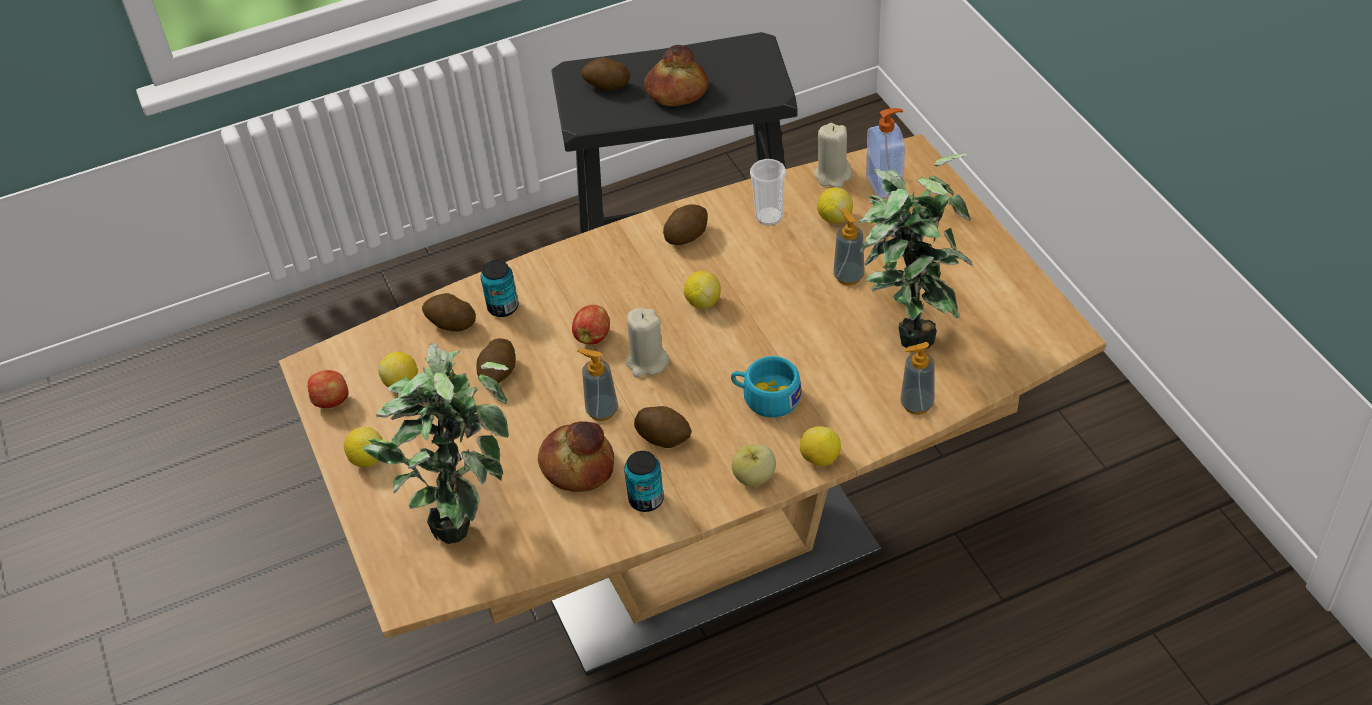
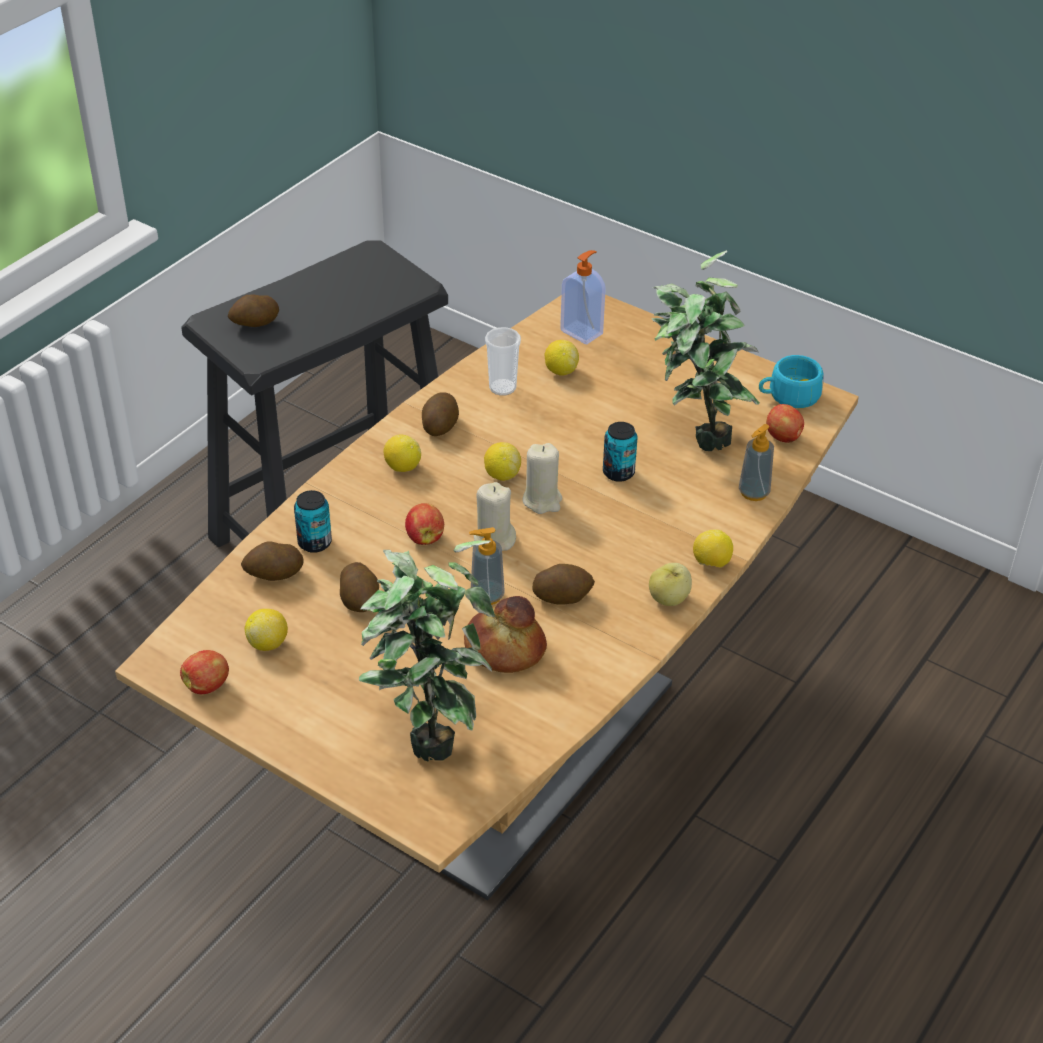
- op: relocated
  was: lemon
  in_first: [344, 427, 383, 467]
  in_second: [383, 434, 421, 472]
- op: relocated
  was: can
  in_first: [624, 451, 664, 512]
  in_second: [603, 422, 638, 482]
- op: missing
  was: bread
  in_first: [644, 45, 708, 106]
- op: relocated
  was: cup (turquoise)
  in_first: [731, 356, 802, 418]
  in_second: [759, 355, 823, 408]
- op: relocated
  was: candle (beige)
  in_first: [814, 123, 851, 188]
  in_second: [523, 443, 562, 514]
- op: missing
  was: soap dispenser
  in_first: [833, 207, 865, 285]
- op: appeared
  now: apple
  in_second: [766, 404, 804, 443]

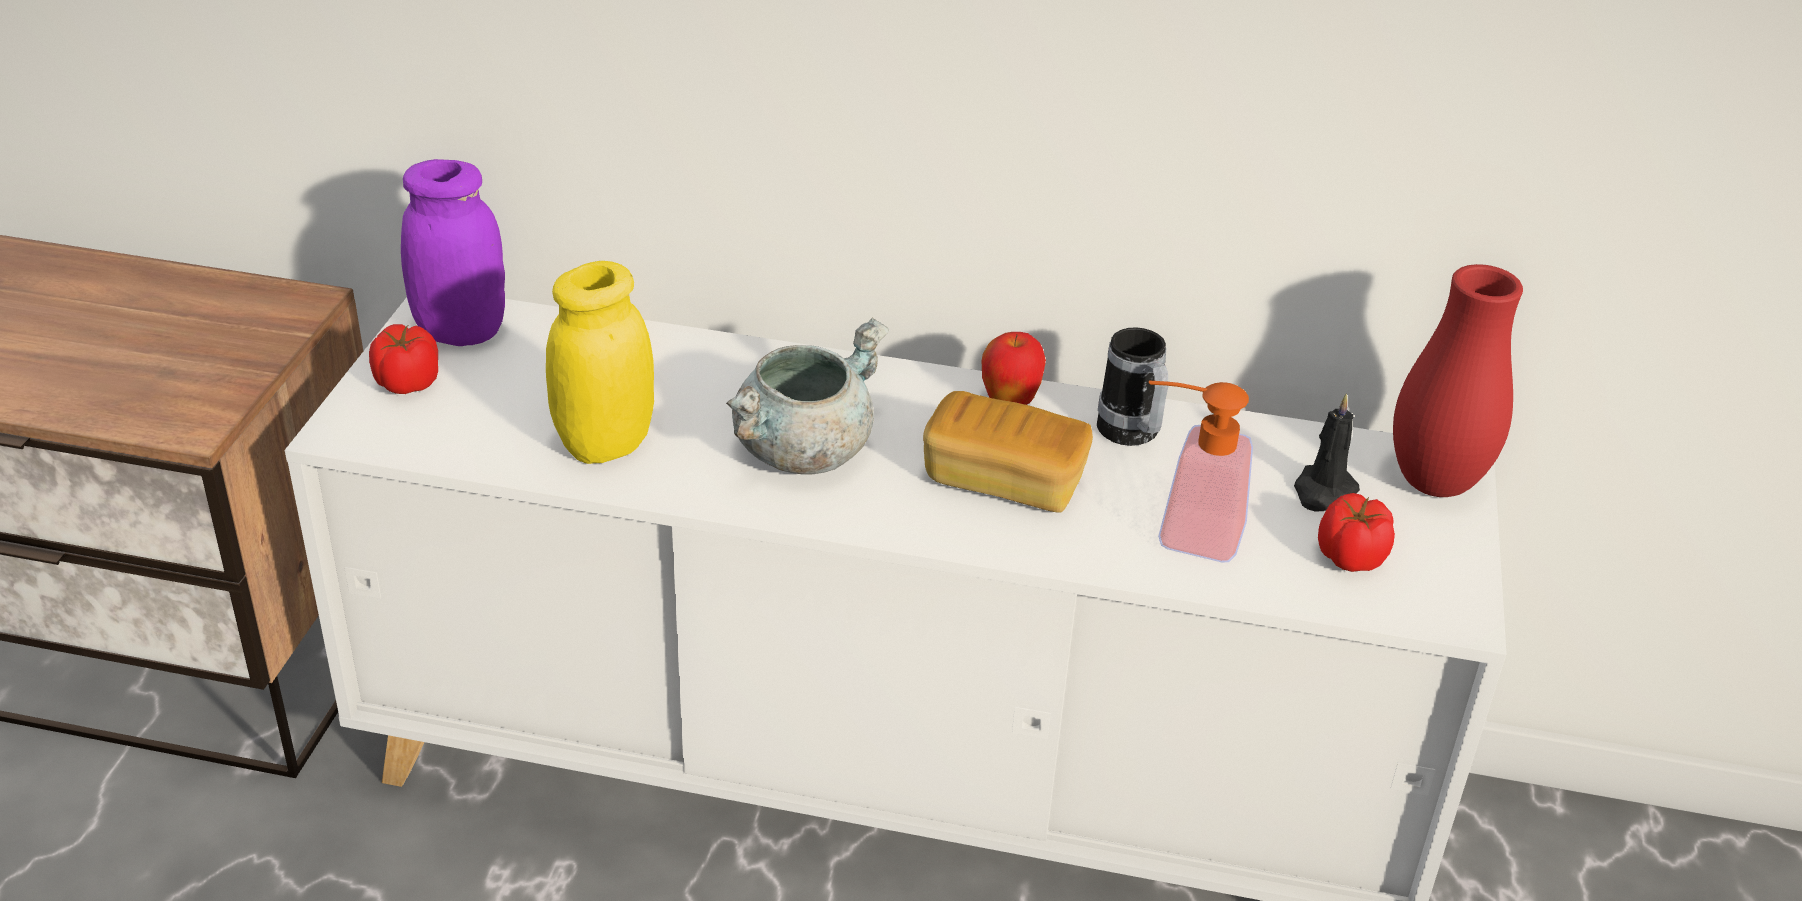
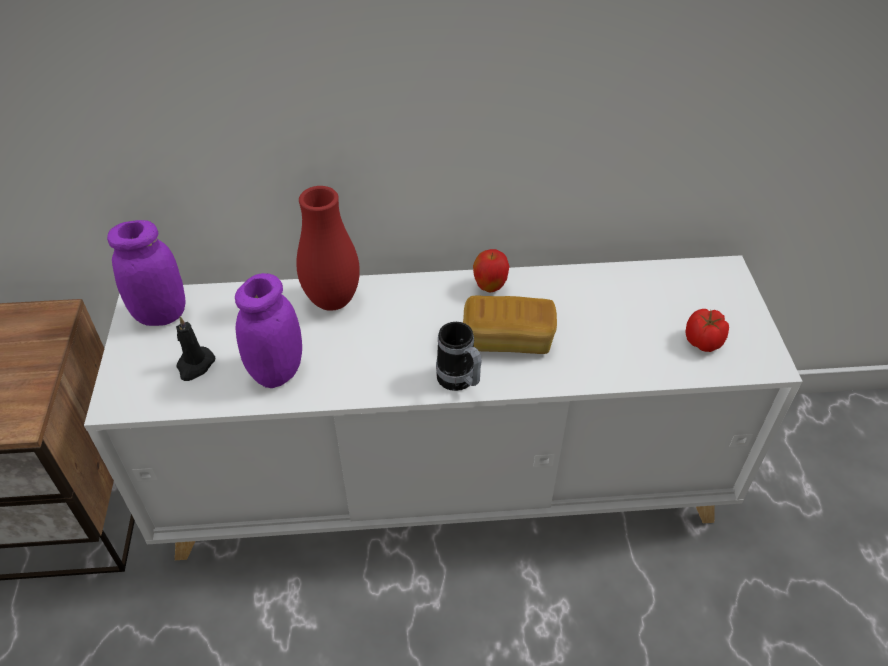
- op: missing
  was: tomato
  in_first: [369, 324, 438, 394]
- op: colour
  was: jar (yellow)
  now: jar (purple)
  in_first: [546, 261, 654, 464]
  in_second: [235, 273, 302, 388]
- op: missing
  was: cooking pot (grey)
  in_first: [726, 318, 888, 474]
- op: relocated
  was: mug
  in_first: [1097, 327, 1168, 446]
  in_second: [436, 322, 482, 391]
- op: missing
  was: soap dispenser
  in_first: [1149, 380, 1253, 562]
- op: relocated
  was: candle (black)
  in_first: [1294, 394, 1360, 512]
  in_second: [176, 316, 215, 381]
- op: relocated
  was: vase (red)
  in_first: [1393, 264, 1523, 497]
  in_second: [296, 186, 360, 311]

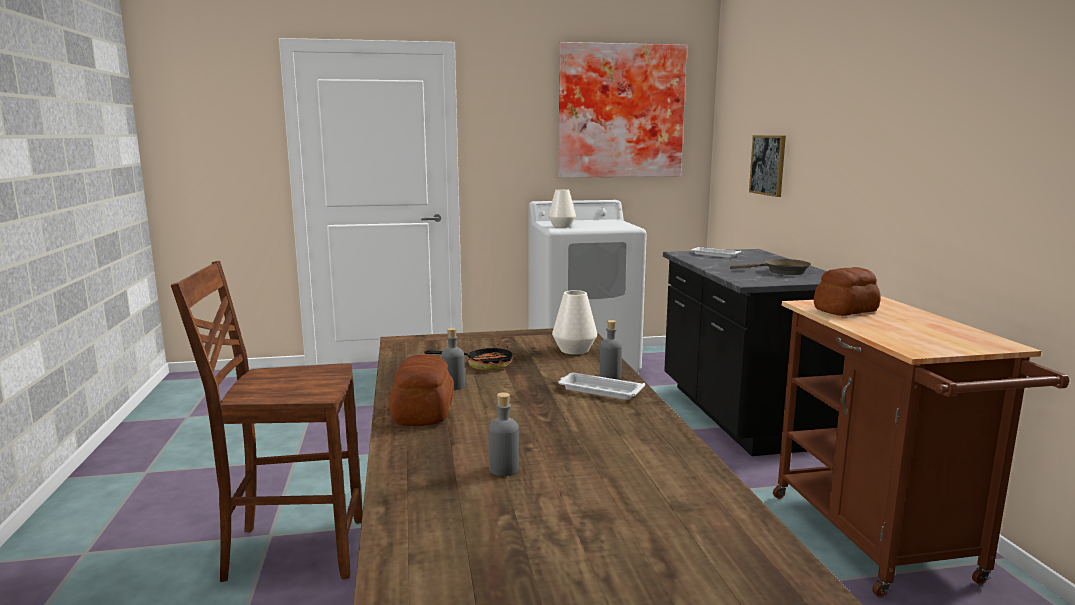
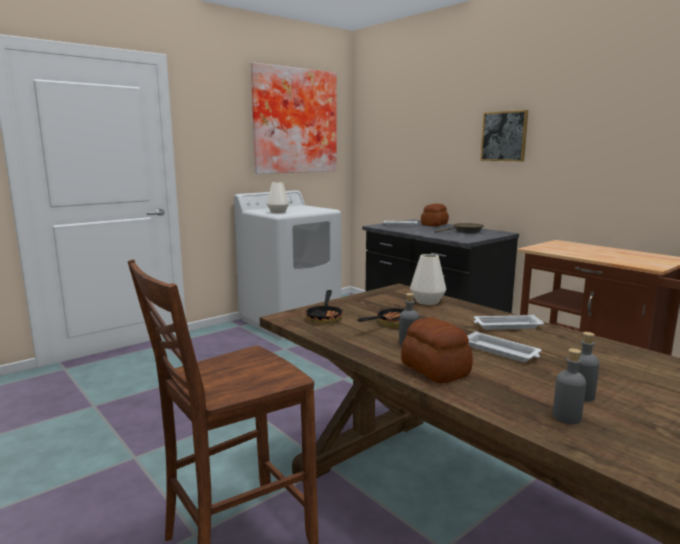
- op: relocated
  was: bottle (grey)
  in_first: [600, 320, 622, 379]
  in_second: [553, 348, 586, 424]
- op: relocated
  was: picture
  in_first: [749, 135, 786, 197]
  in_second: [480, 110, 528, 161]
- op: relocated
  was: bread
  in_first: [814, 267, 881, 316]
  in_second: [421, 204, 449, 226]
- op: appeared
  now: frying pan
  in_second: [305, 290, 343, 324]
- op: appeared
  now: tray (white)
  in_second: [467, 331, 542, 362]

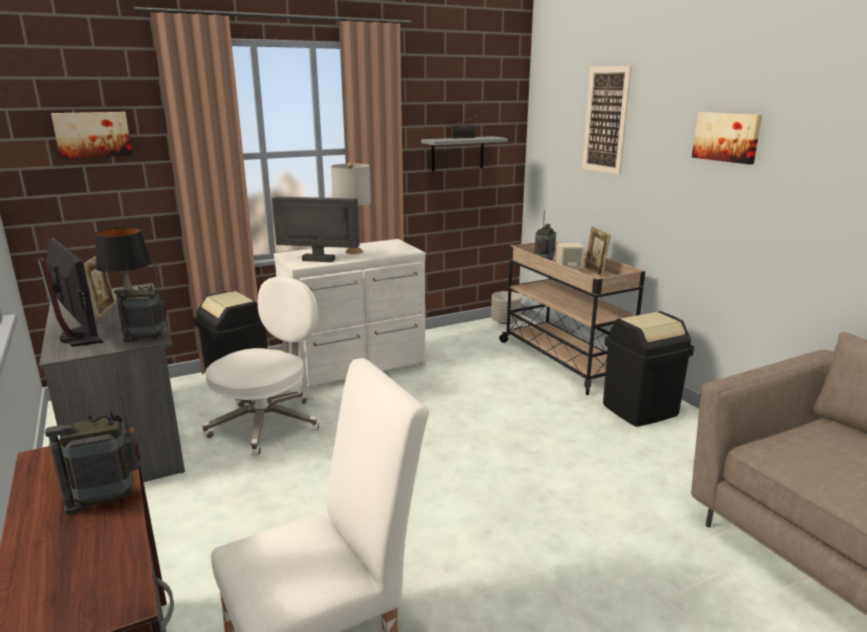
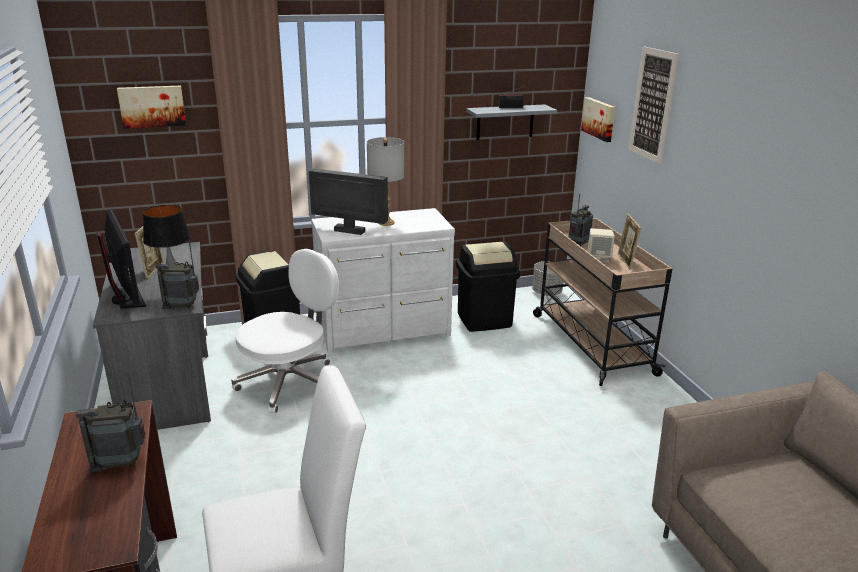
- op: relocated
  was: trash can (black)
  in_first: [603, 311, 694, 427]
  in_second: [456, 241, 520, 332]
- op: relocated
  was: picture
  in_first: [692, 112, 762, 165]
  in_second: [581, 97, 615, 142]

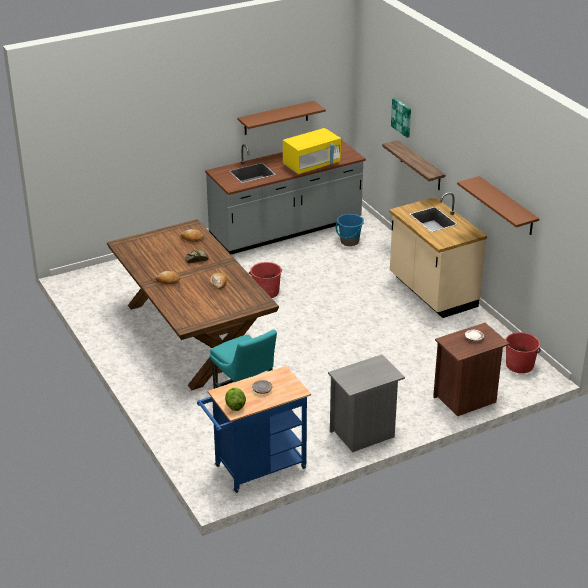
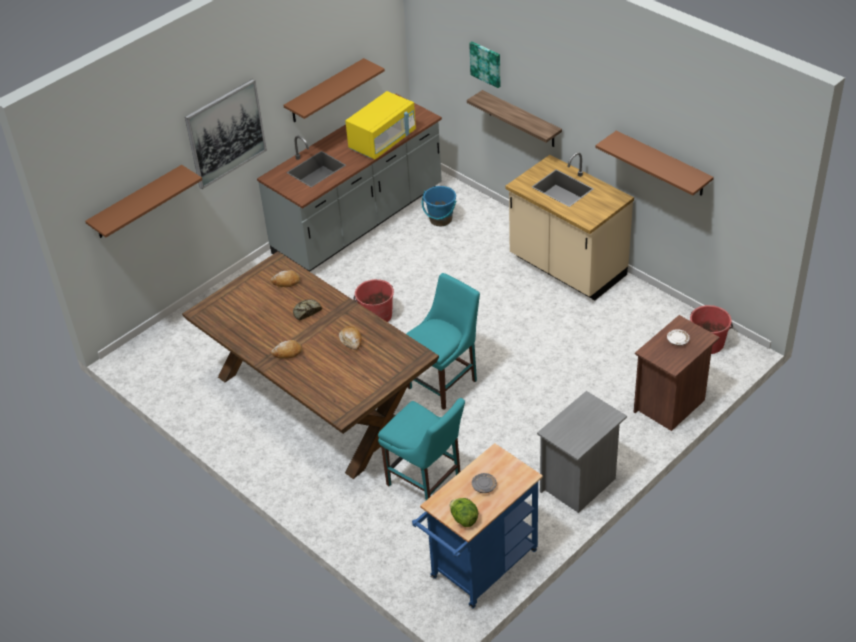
- op: appeared
  now: shelf (brown)
  in_second: [85, 165, 202, 238]
- op: appeared
  now: picture
  in_second: [185, 79, 267, 189]
- op: appeared
  now: chair (turquoise)
  in_second: [406, 273, 480, 410]

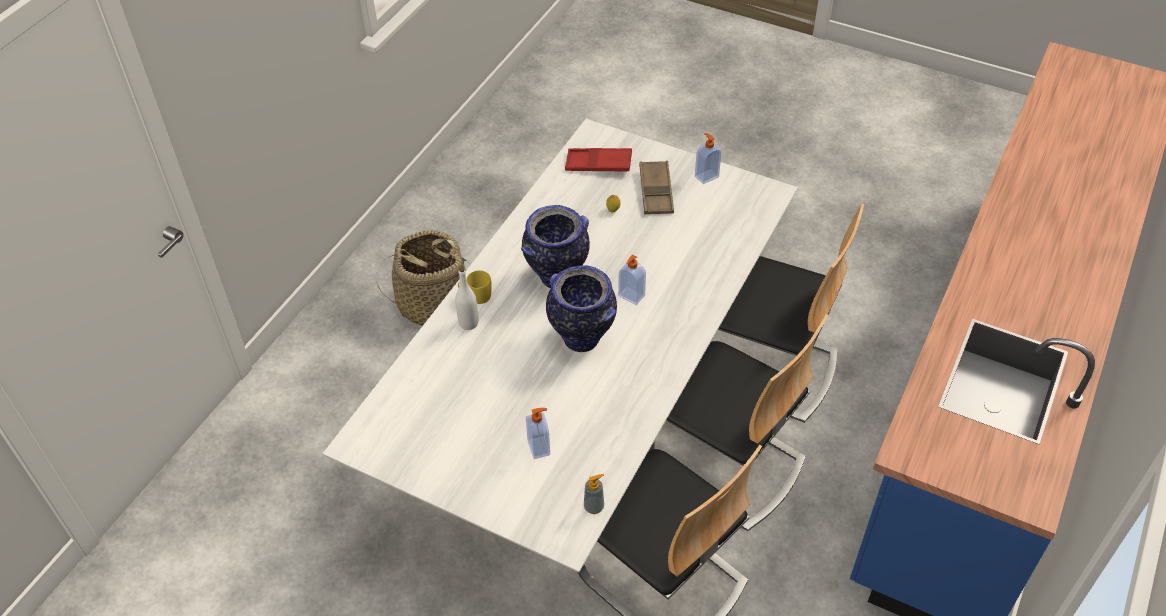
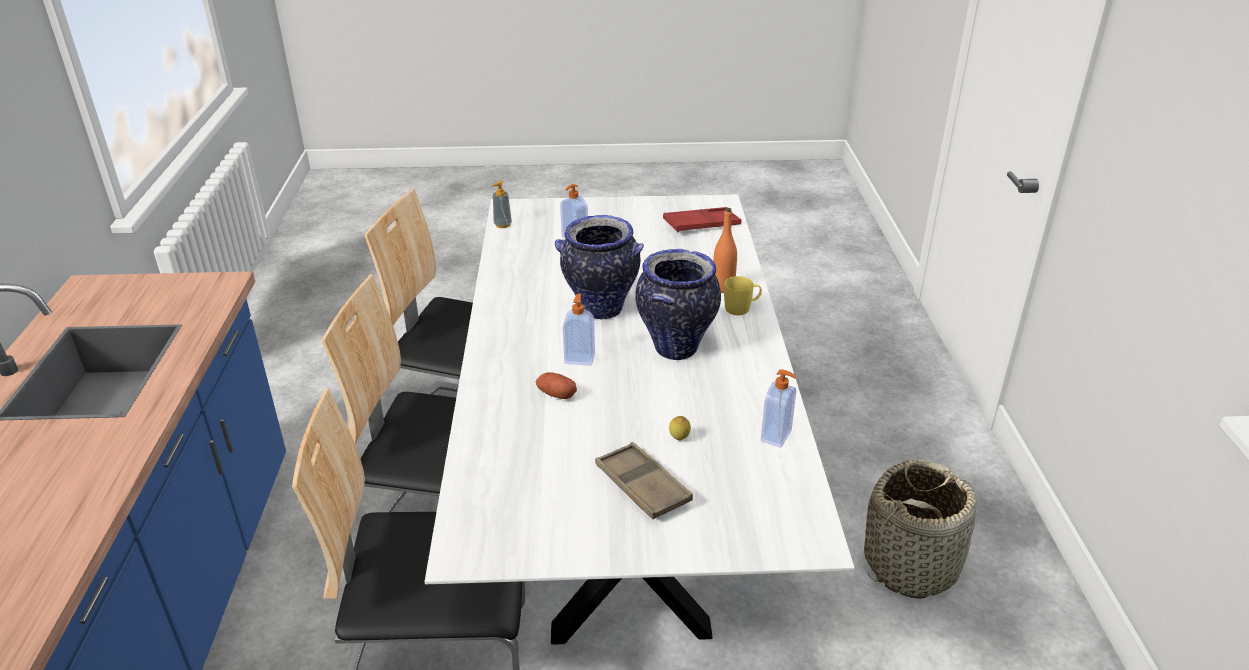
- op: colour
  was: bottle (white)
  now: bottle (orange)
  in_first: [455, 267, 479, 330]
  in_second: [713, 208, 737, 293]
- op: relocated
  was: tray (red)
  in_first: [565, 148, 632, 171]
  in_second: [663, 207, 741, 232]
- op: relocated
  was: soap dispenser
  in_first: [695, 133, 721, 184]
  in_second: [761, 370, 797, 448]
- op: appeared
  now: potato
  in_second: [536, 372, 577, 399]

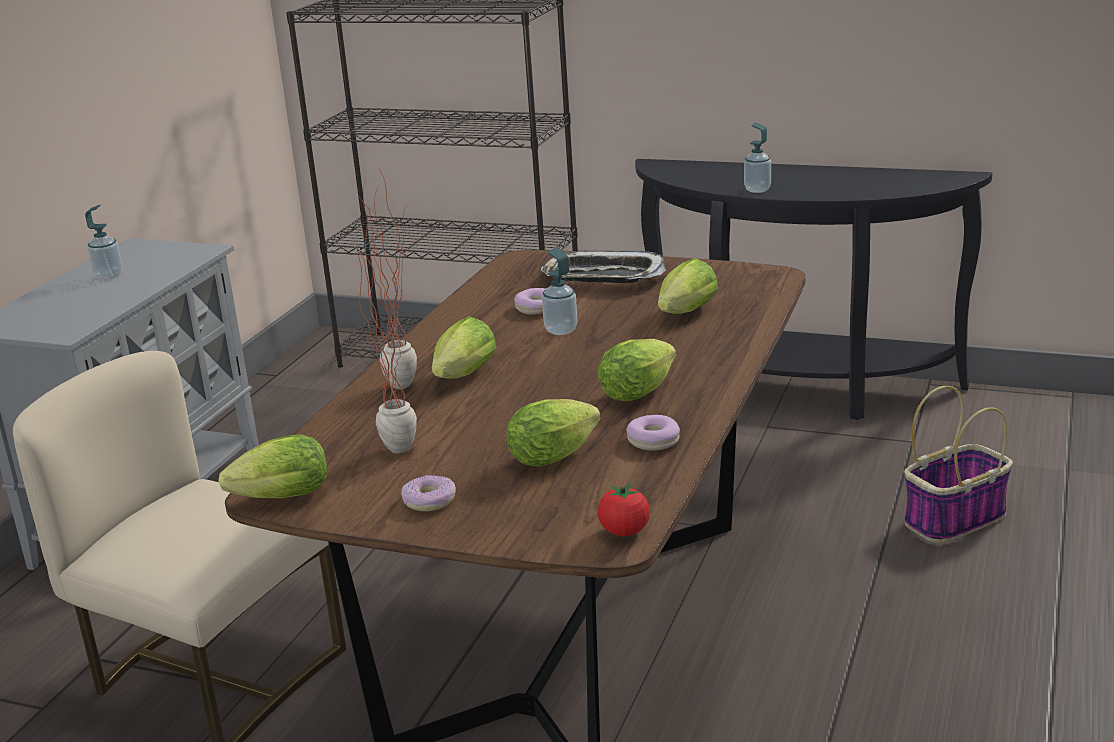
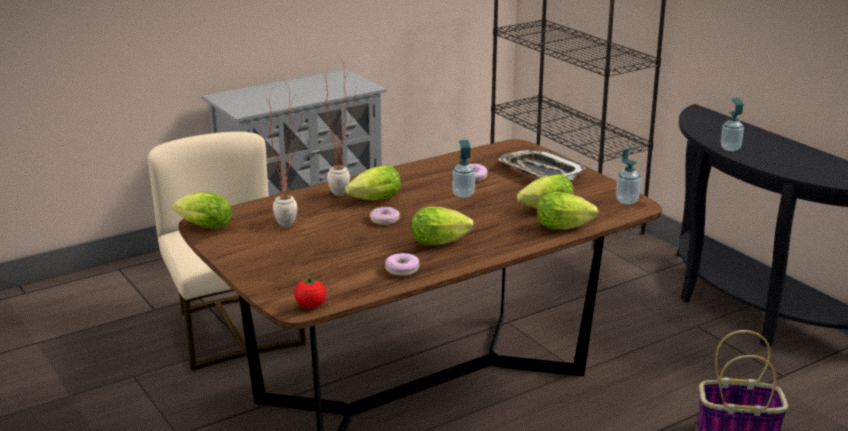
- op: relocated
  was: soap dispenser
  in_first: [85, 205, 122, 280]
  in_second: [616, 147, 641, 204]
- op: relocated
  was: donut
  in_first: [401, 475, 456, 511]
  in_second: [370, 207, 400, 225]
- op: relocated
  was: lettuce
  in_first: [507, 399, 601, 467]
  in_second: [537, 192, 599, 230]

